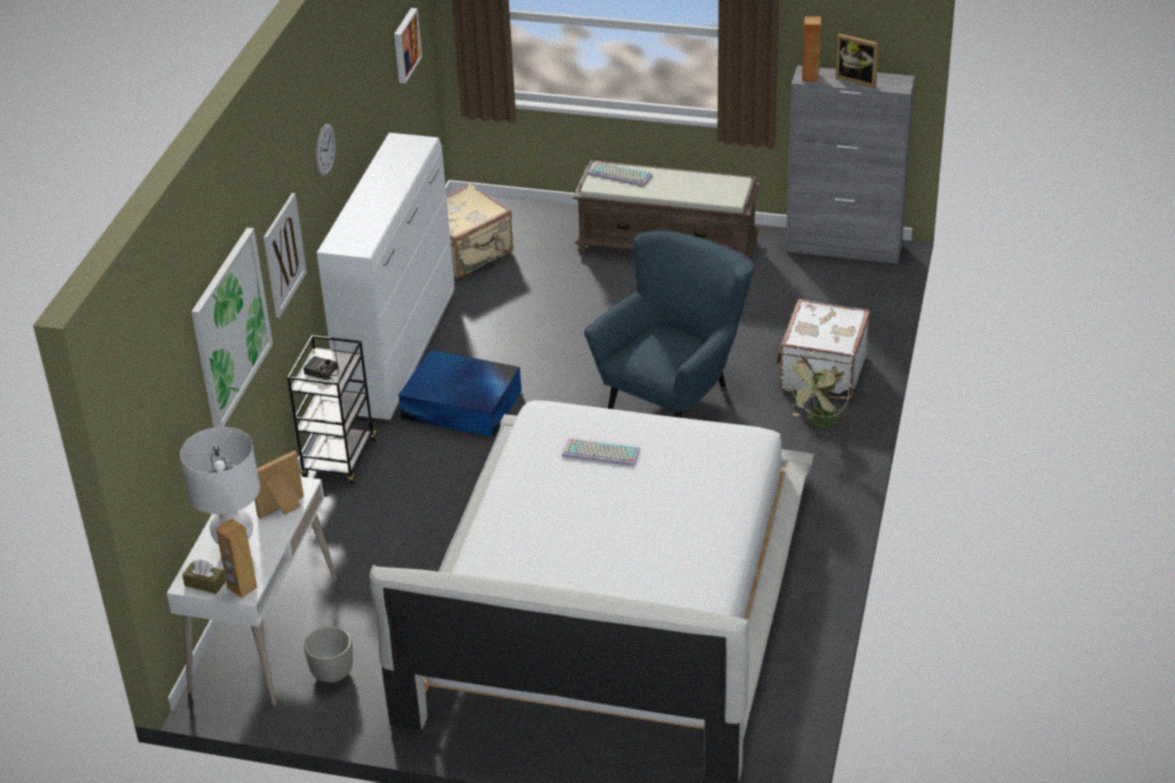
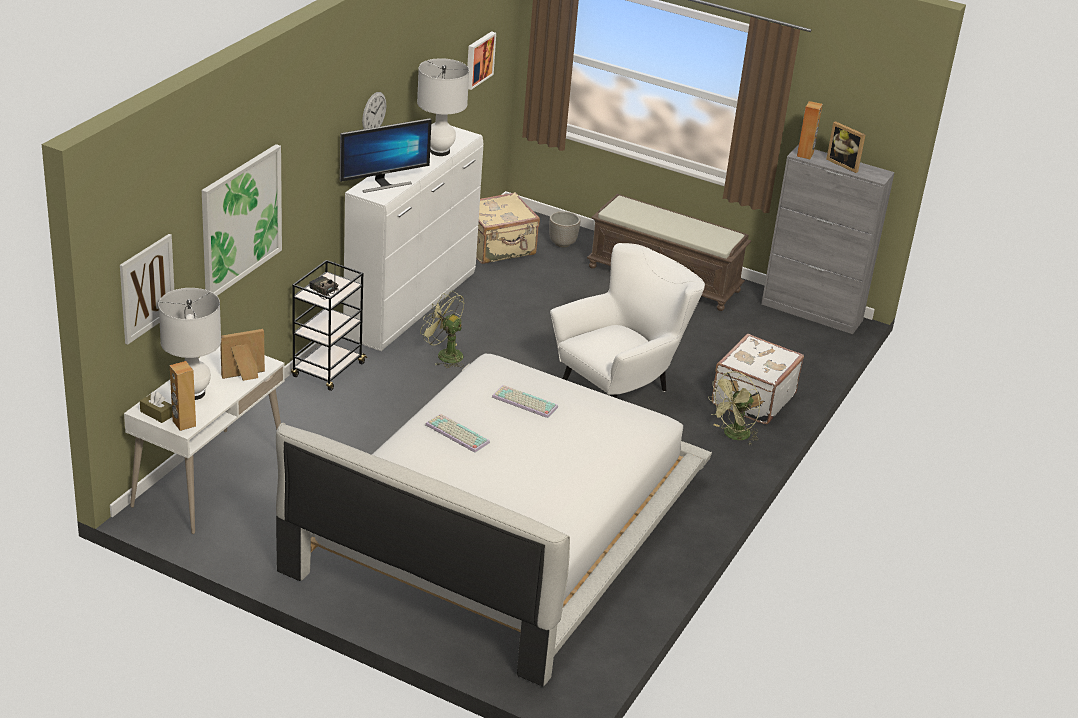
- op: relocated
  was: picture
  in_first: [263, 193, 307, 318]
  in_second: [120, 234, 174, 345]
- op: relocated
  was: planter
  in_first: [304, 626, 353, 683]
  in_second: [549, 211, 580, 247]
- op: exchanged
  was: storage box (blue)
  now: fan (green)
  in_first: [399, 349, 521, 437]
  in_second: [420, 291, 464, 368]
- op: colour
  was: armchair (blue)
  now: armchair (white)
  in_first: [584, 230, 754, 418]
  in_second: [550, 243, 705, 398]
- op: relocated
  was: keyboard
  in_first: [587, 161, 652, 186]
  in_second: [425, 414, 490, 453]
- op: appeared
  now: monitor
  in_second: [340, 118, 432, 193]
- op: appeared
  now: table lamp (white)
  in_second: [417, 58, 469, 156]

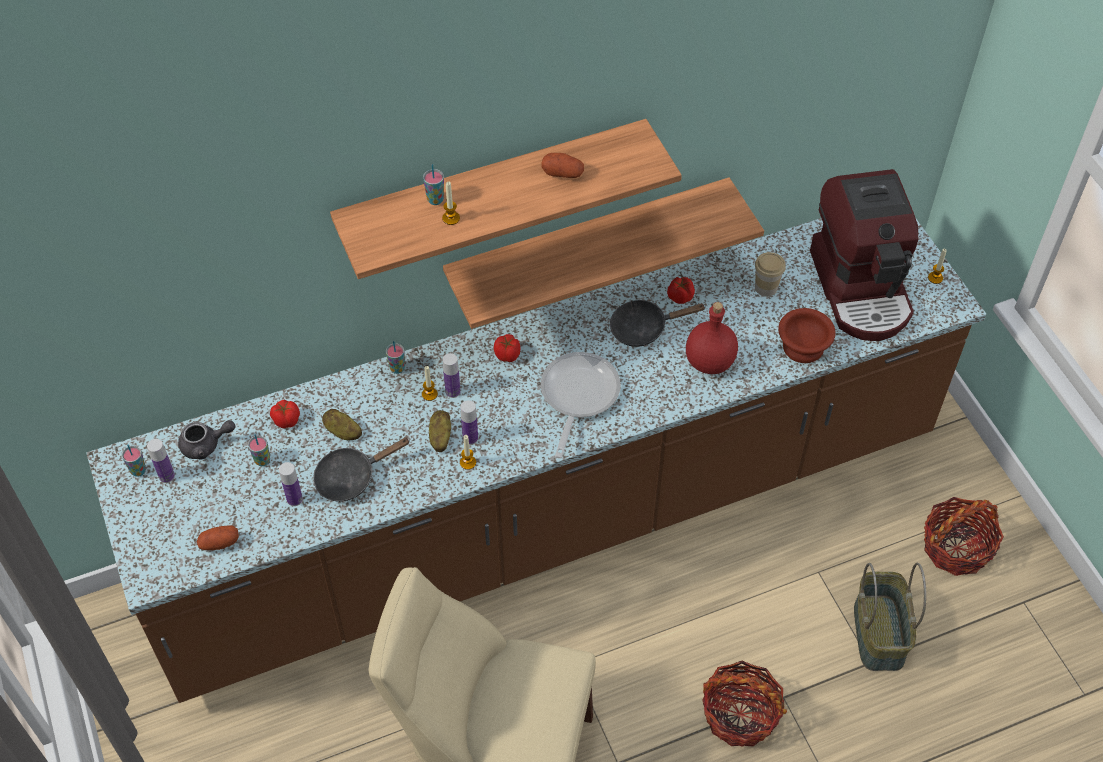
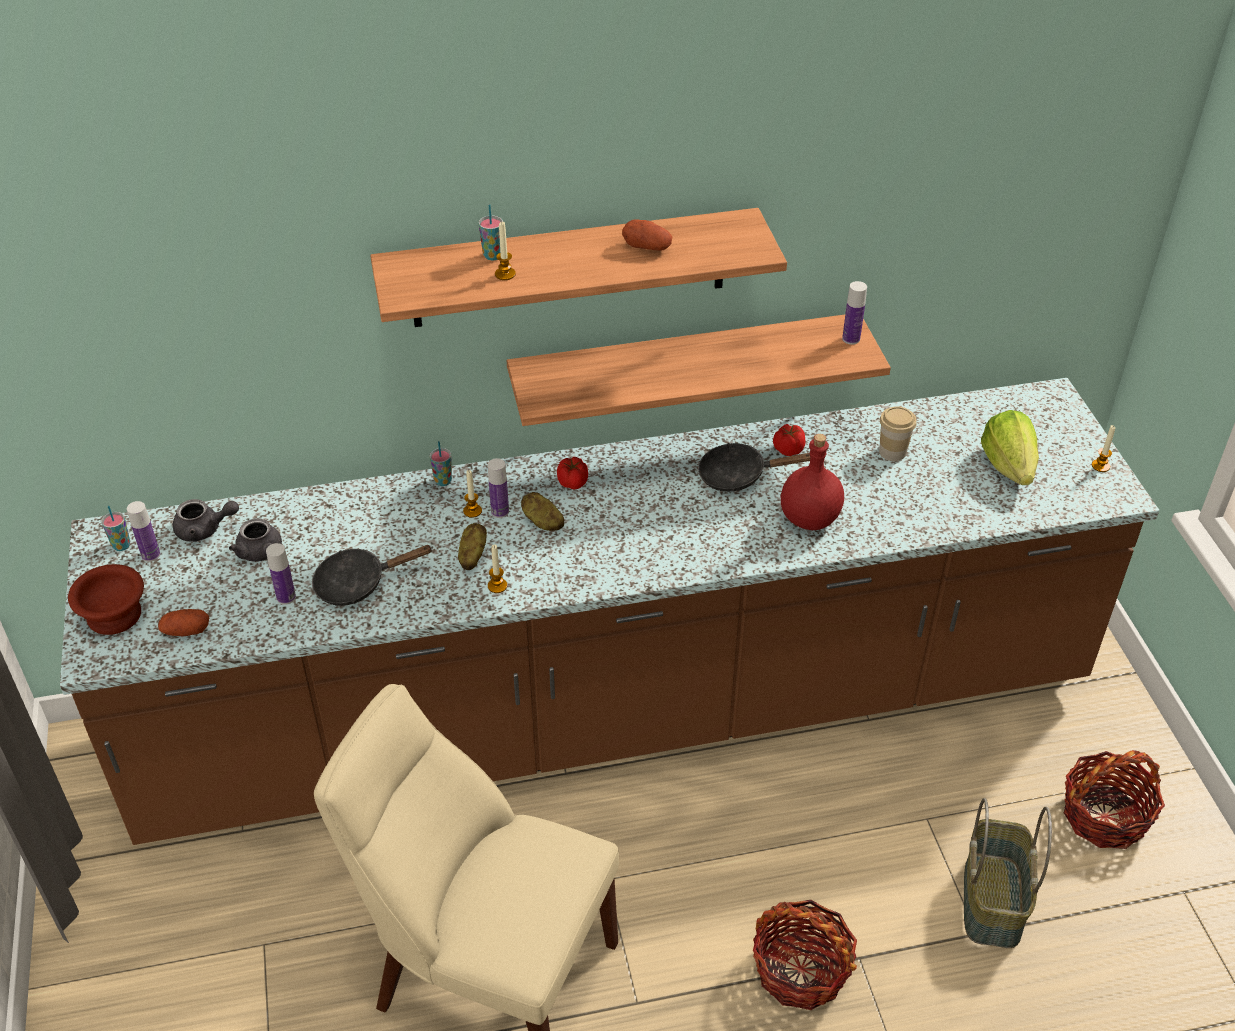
- op: exchanged
  was: cup
  now: teapot (grey)
  in_first: [248, 434, 270, 466]
  in_second: [229, 518, 282, 562]
- op: missing
  was: tomato
  in_first: [270, 400, 300, 429]
- op: relocated
  was: potato
  in_first: [322, 409, 362, 440]
  in_second: [521, 492, 564, 531]
- op: relocated
  was: bottle
  in_first: [461, 400, 478, 445]
  in_second: [842, 281, 867, 345]
- op: missing
  was: frying pan
  in_first: [541, 352, 621, 458]
- op: relocated
  was: bowl (brown)
  in_first: [778, 308, 836, 363]
  in_second: [68, 564, 144, 635]
- op: exchanged
  was: coffee machine
  now: lettuce
  in_first: [810, 169, 919, 341]
  in_second: [981, 410, 1039, 485]

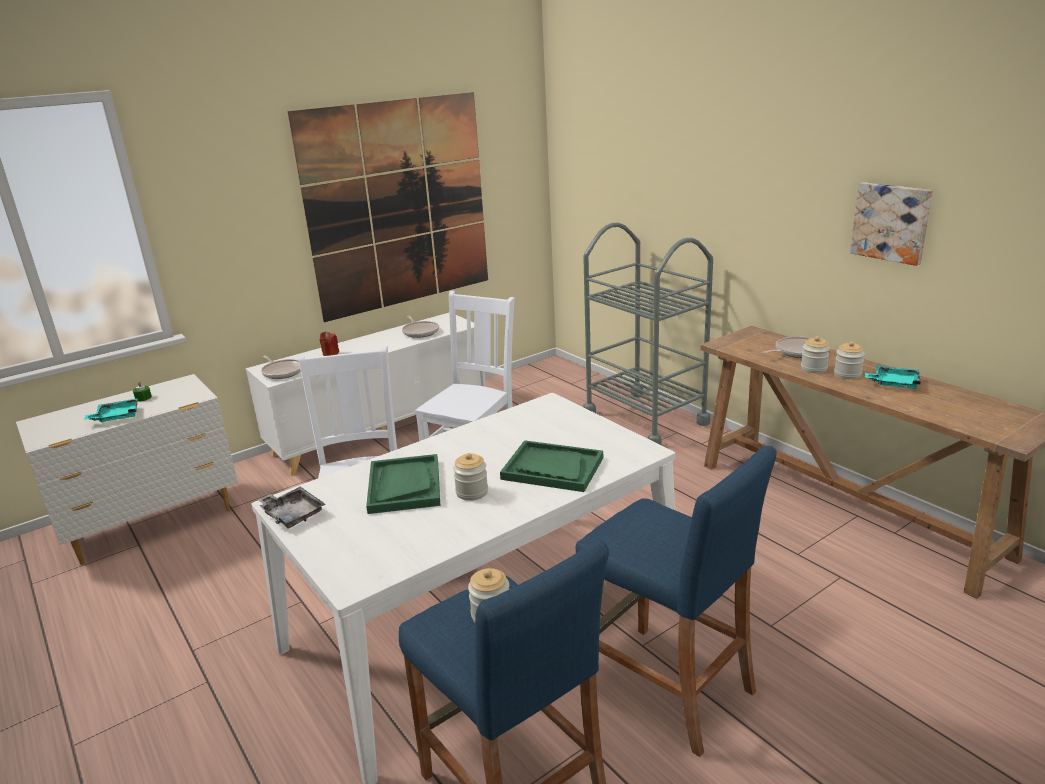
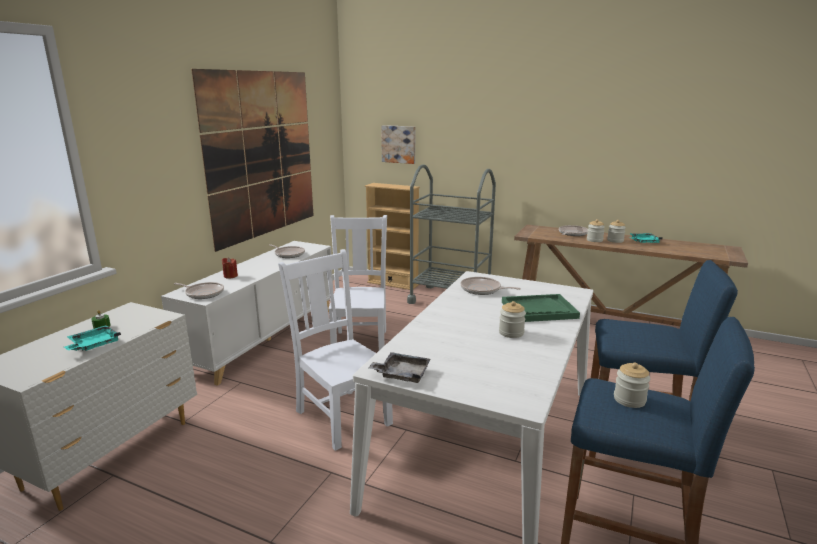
- op: missing
  was: tray (green)
  in_first: [366, 454, 440, 514]
- op: relocated
  was: picture
  in_first: [850, 182, 933, 266]
  in_second: [381, 125, 415, 164]
- op: appeared
  now: bookcase (beige)
  in_second: [365, 183, 420, 290]
- op: appeared
  now: frying pan
  in_second: [460, 277, 521, 295]

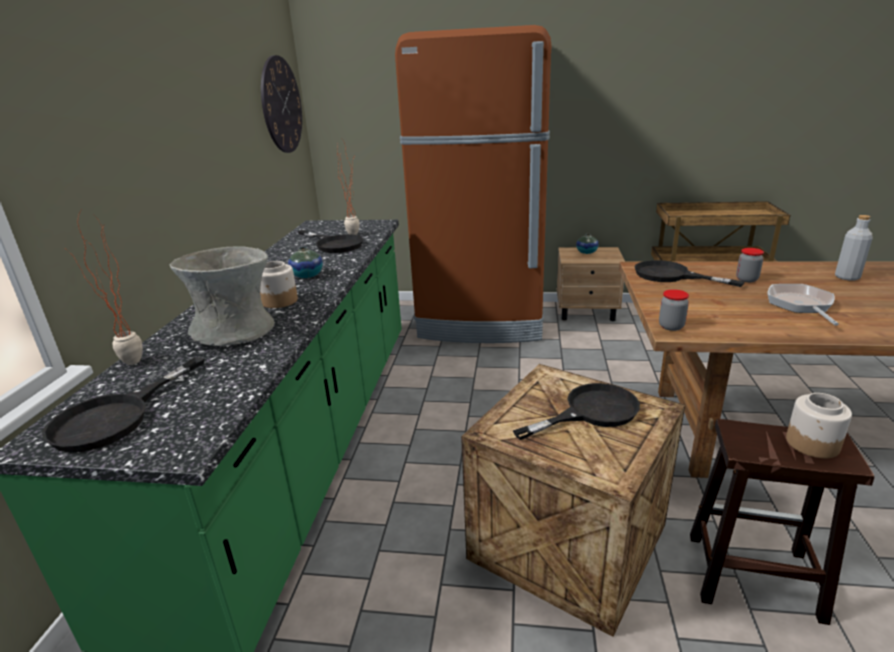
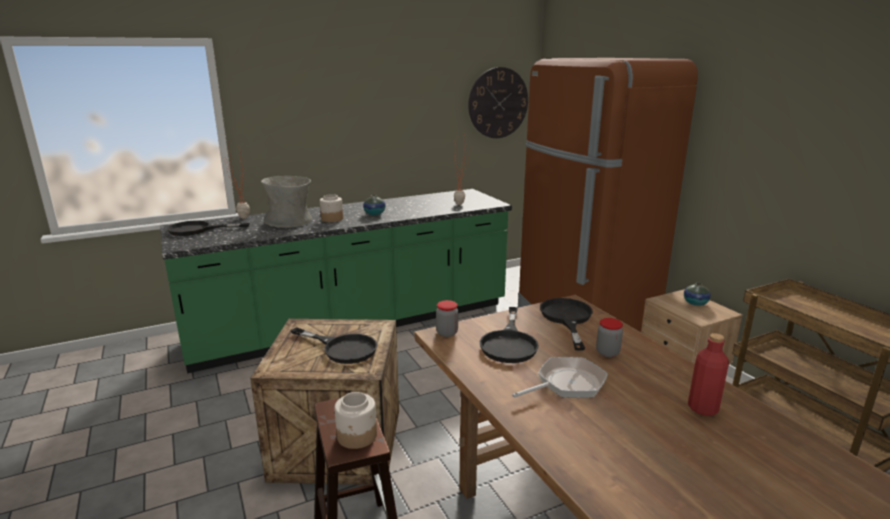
- op: relocated
  was: frying pan (black)
  in_first: [298, 230, 363, 253]
  in_second: [480, 307, 539, 363]
- op: colour
  was: bottle (grey)
  now: bottle (red)
  in_first: [835, 215, 873, 281]
  in_second: [688, 333, 729, 416]

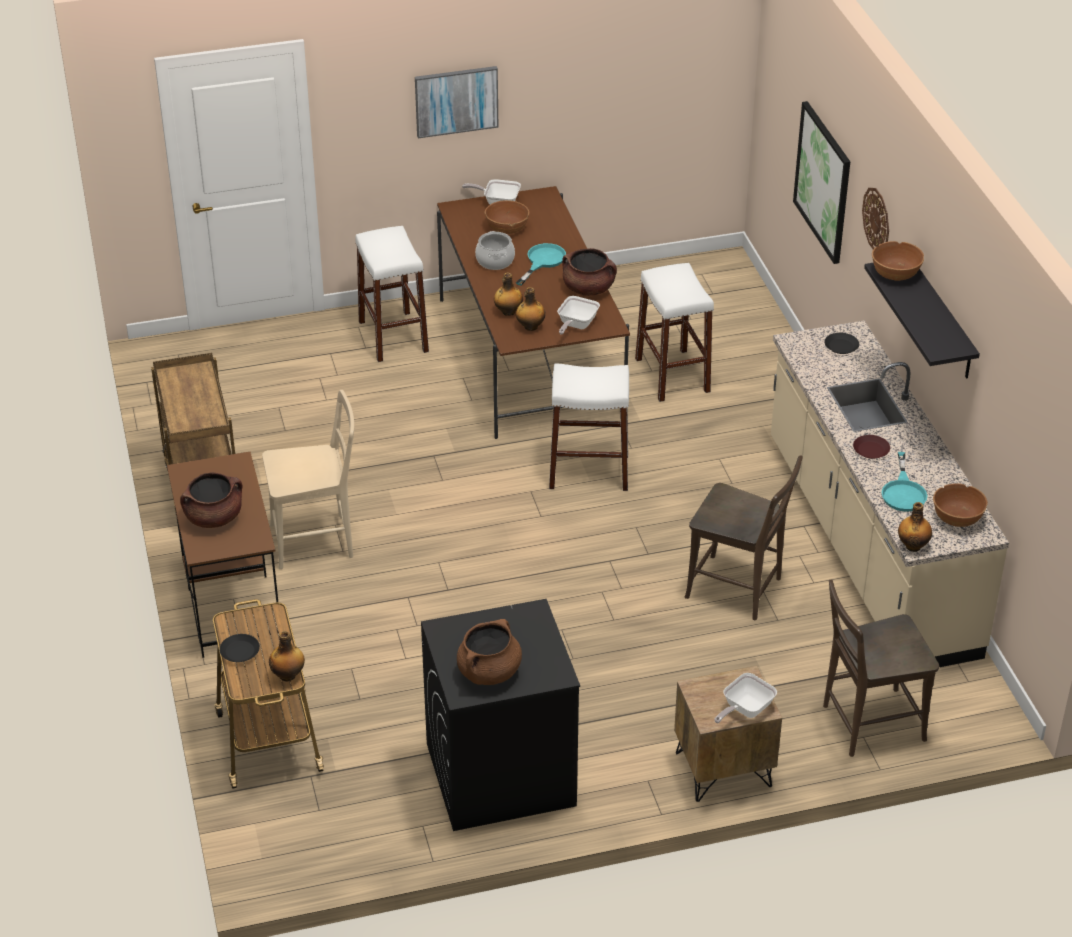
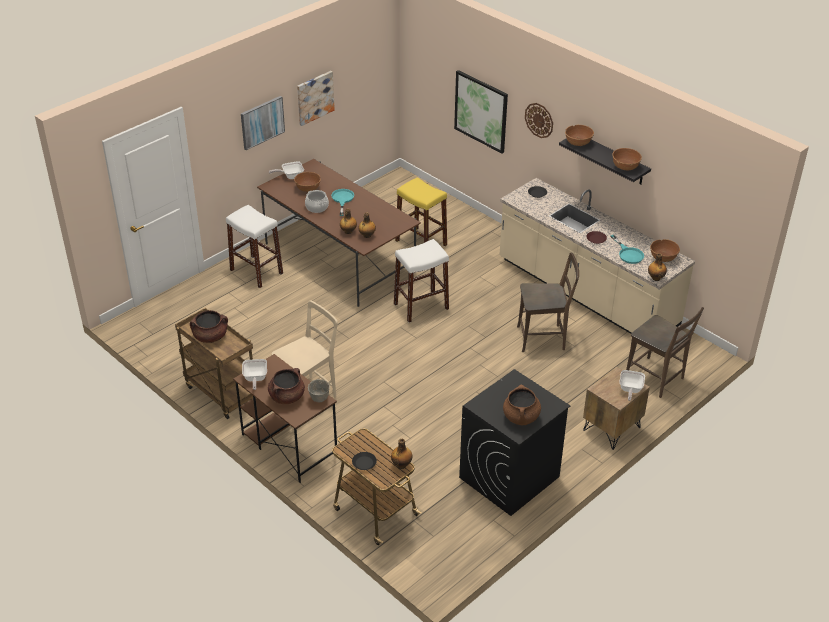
- op: relocated
  was: frying pan
  in_first: [557, 296, 600, 335]
  in_second: [242, 359, 267, 390]
- op: relocated
  was: cooking pot (brown)
  in_first: [562, 248, 617, 296]
  in_second: [190, 310, 228, 343]
- op: colour
  was: stool (white)
  now: stool (yellow)
  in_first: [635, 263, 714, 402]
  in_second: [395, 177, 447, 246]
- op: spun
  was: chair (brown)
  in_first: [823, 580, 939, 757]
  in_second: [626, 307, 704, 398]
  clockwise: -90
- op: appeared
  now: picture
  in_second: [297, 71, 335, 126]
- op: appeared
  now: bowl (grey)
  in_second: [308, 379, 330, 402]
- op: appeared
  now: bowl (brown)
  in_second: [612, 148, 642, 170]

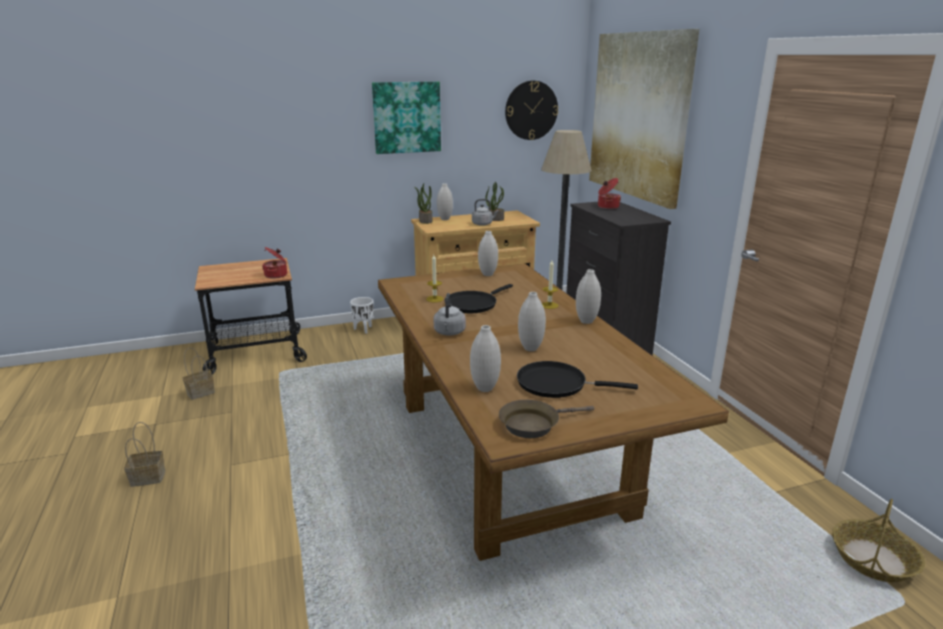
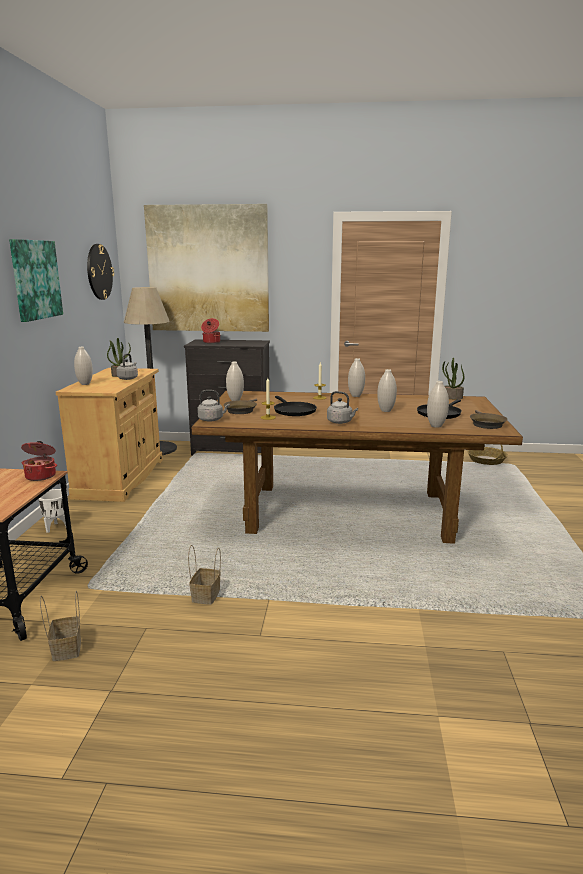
- op: relocated
  was: basket
  in_first: [124, 422, 165, 487]
  in_second: [188, 545, 221, 605]
- op: relocated
  was: potted plant
  in_first: [414, 183, 432, 224]
  in_second: [442, 358, 465, 399]
- op: appeared
  now: kettle (grey)
  in_second: [197, 390, 230, 422]
- op: appeared
  now: frying pan (brown)
  in_second: [224, 399, 257, 414]

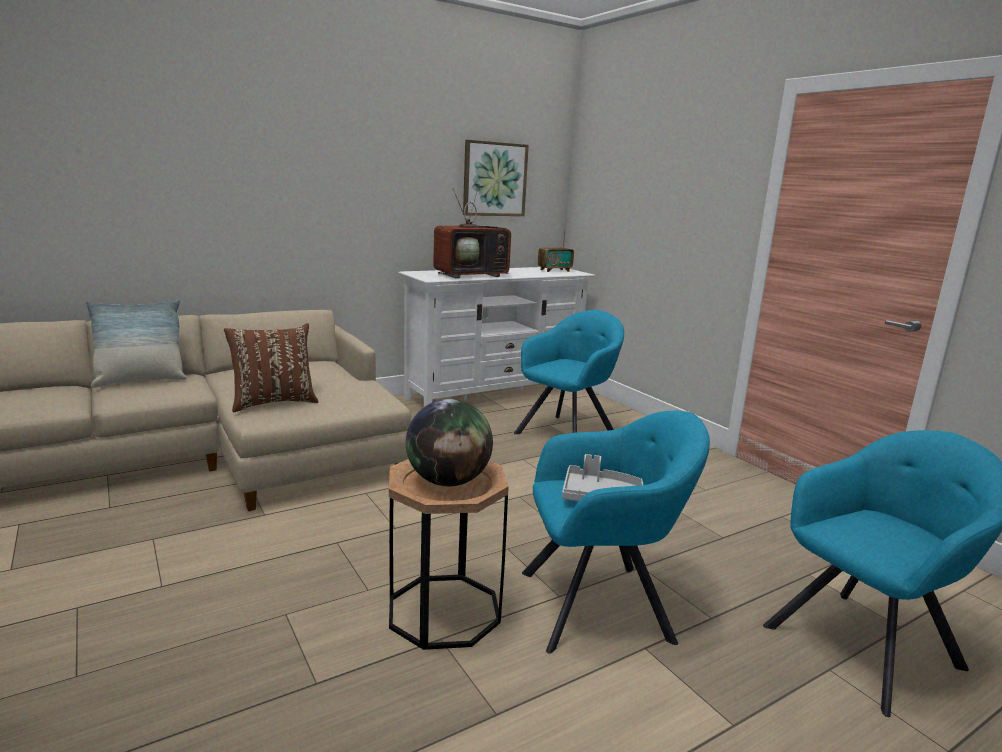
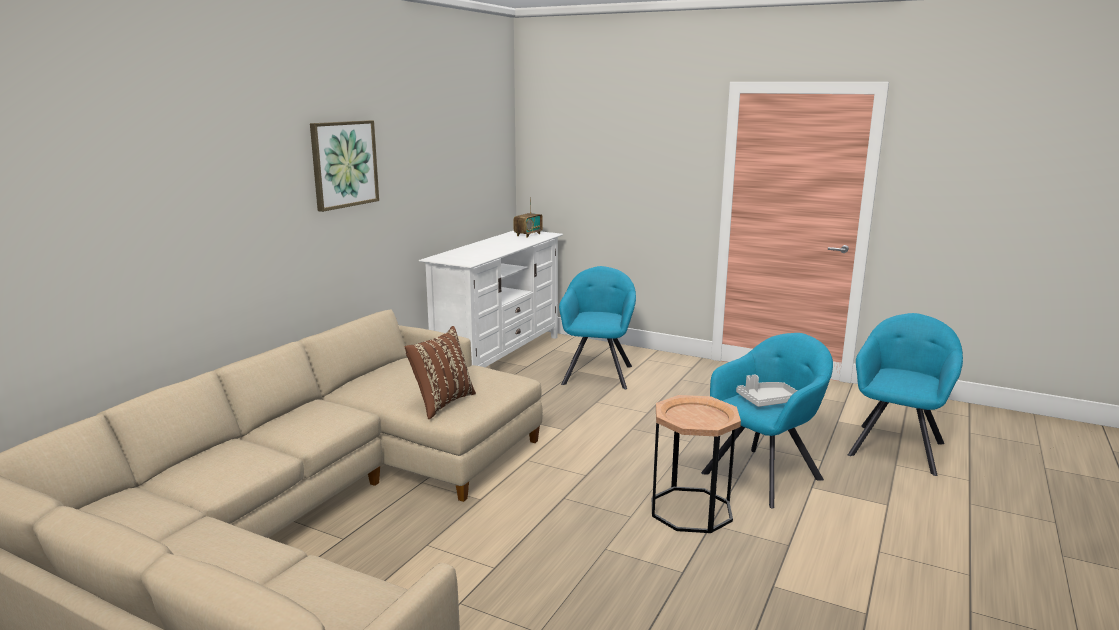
- op: missing
  was: pillow
  in_first: [86, 300, 187, 388]
- op: missing
  was: globe
  in_first: [406, 399, 493, 486]
- op: missing
  was: television
  in_first: [433, 184, 511, 279]
- op: relocated
  was: picture
  in_first: [463, 140, 529, 216]
  in_second: [310, 120, 379, 212]

